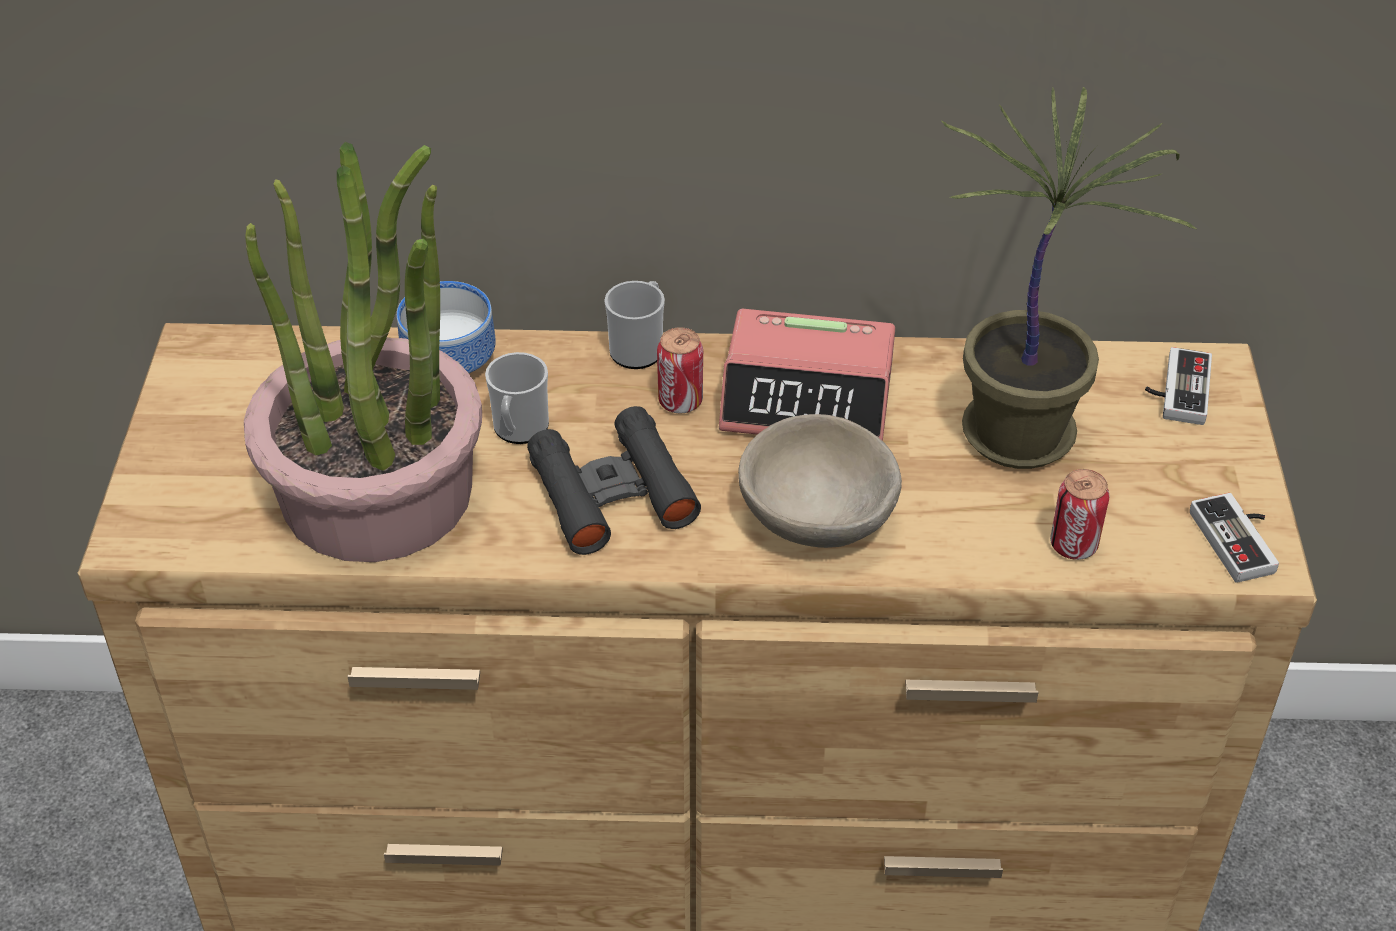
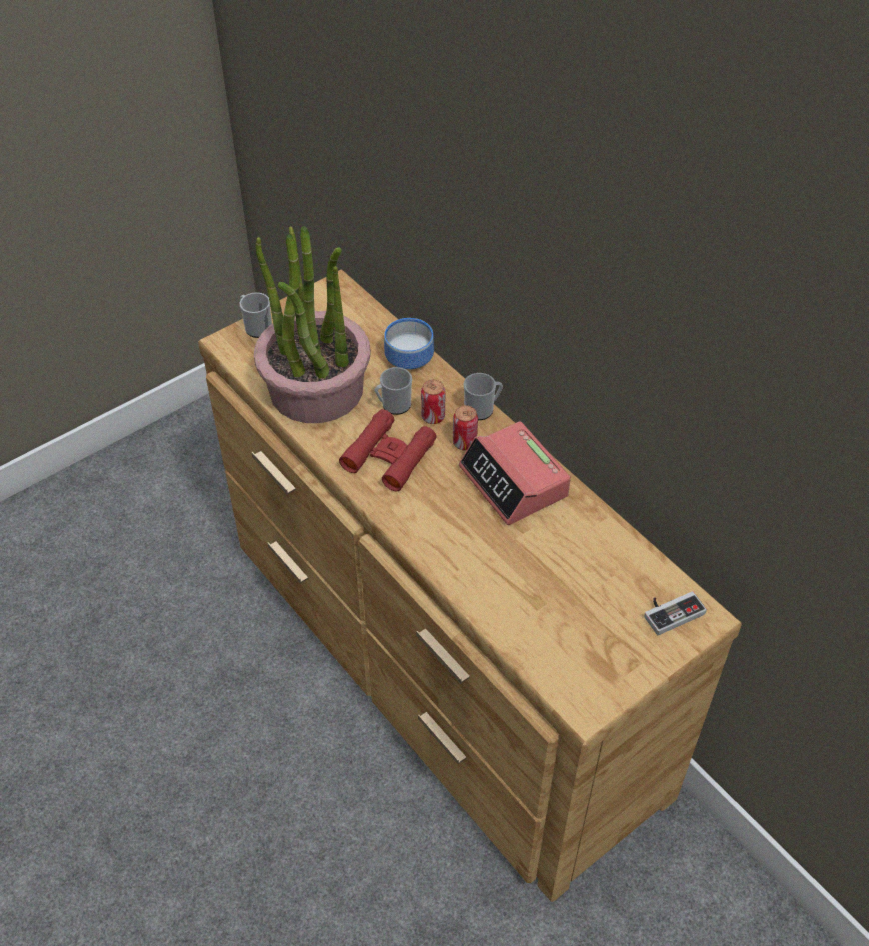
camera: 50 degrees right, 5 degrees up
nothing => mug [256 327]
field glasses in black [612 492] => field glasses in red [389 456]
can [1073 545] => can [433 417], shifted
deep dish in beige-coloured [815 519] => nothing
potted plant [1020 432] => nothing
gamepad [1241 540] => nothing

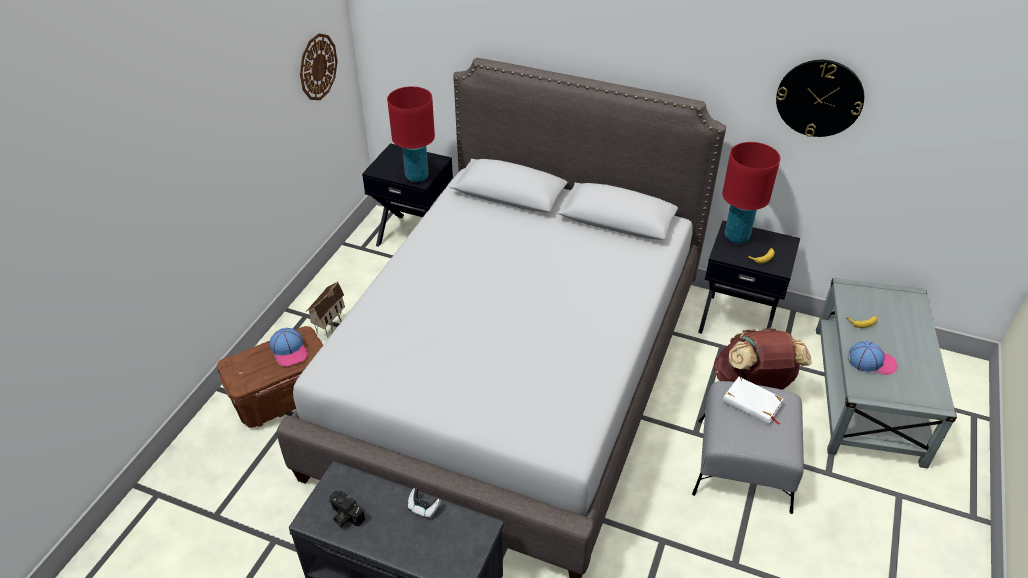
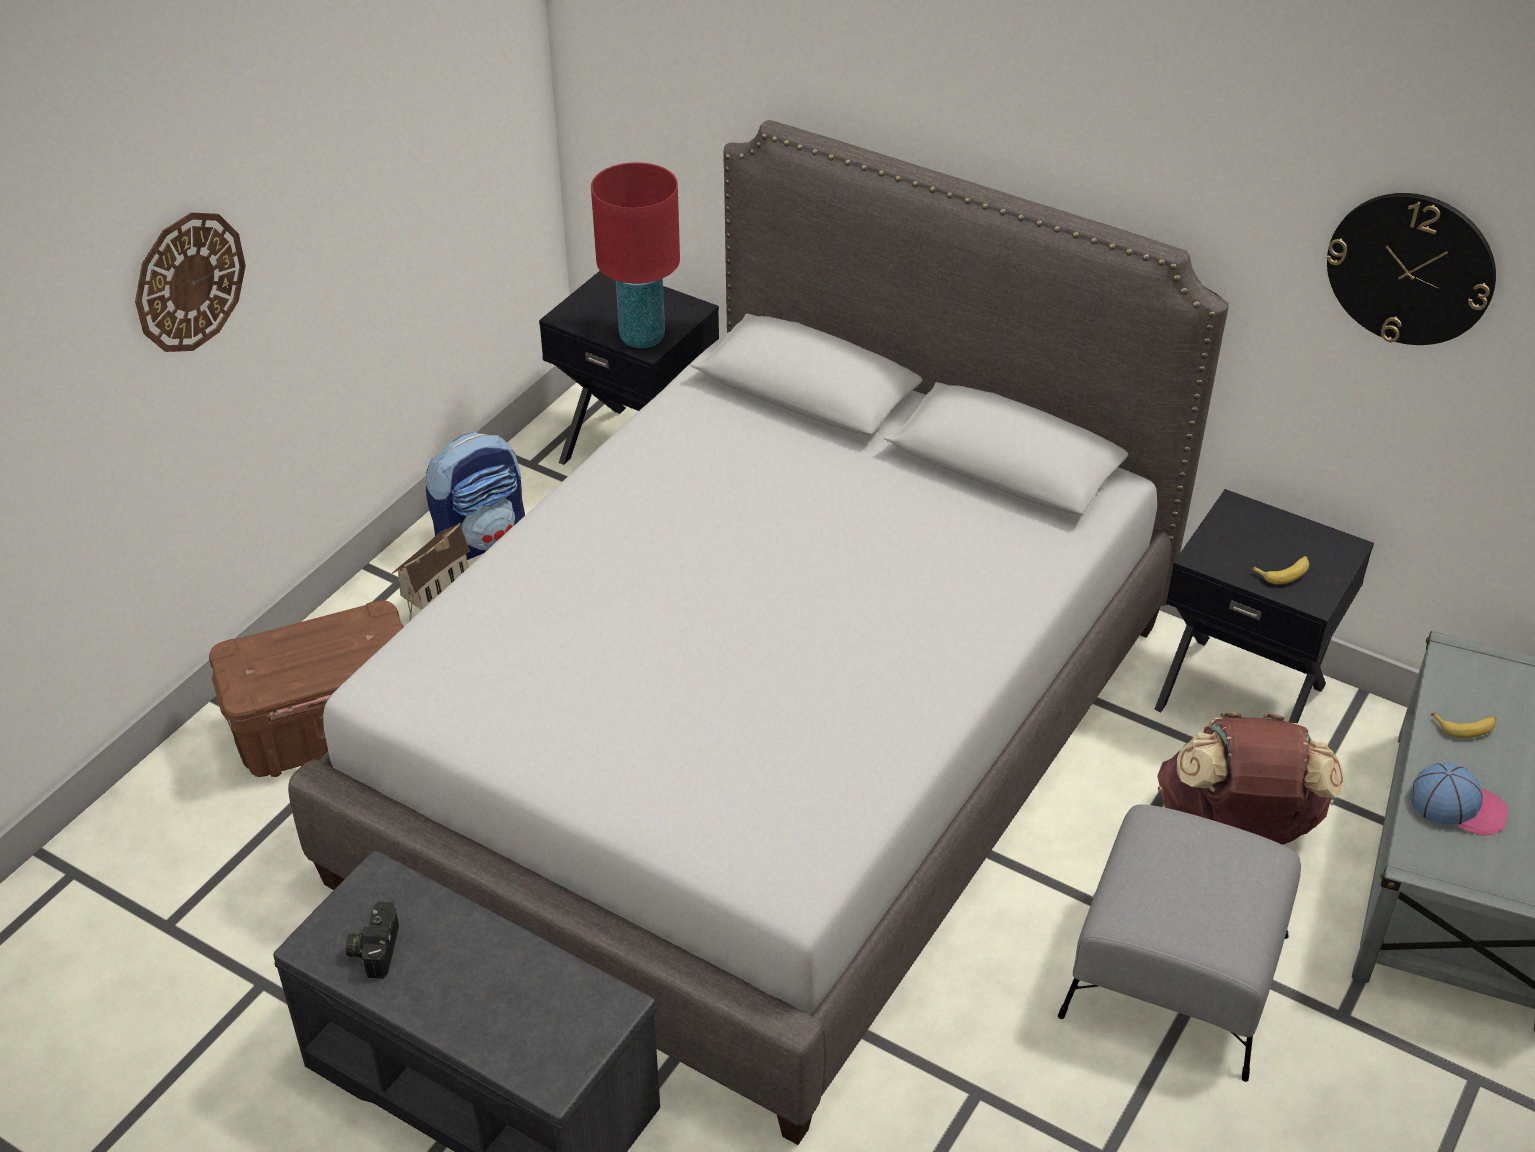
camera: 10 degrees right, 0 degrees up
hanging clock [317 67] => hanging clock [189 281], shifted
photo camera [344 516] => photo camera [374 948], 45 degrees clockwise
nothing => backpack [482 539]
baseball cap [289 350] => nothing
gamepad [423 508] => nothing
table lamp in red [736 237] => nothing
book in whitish [752 403] => nothing

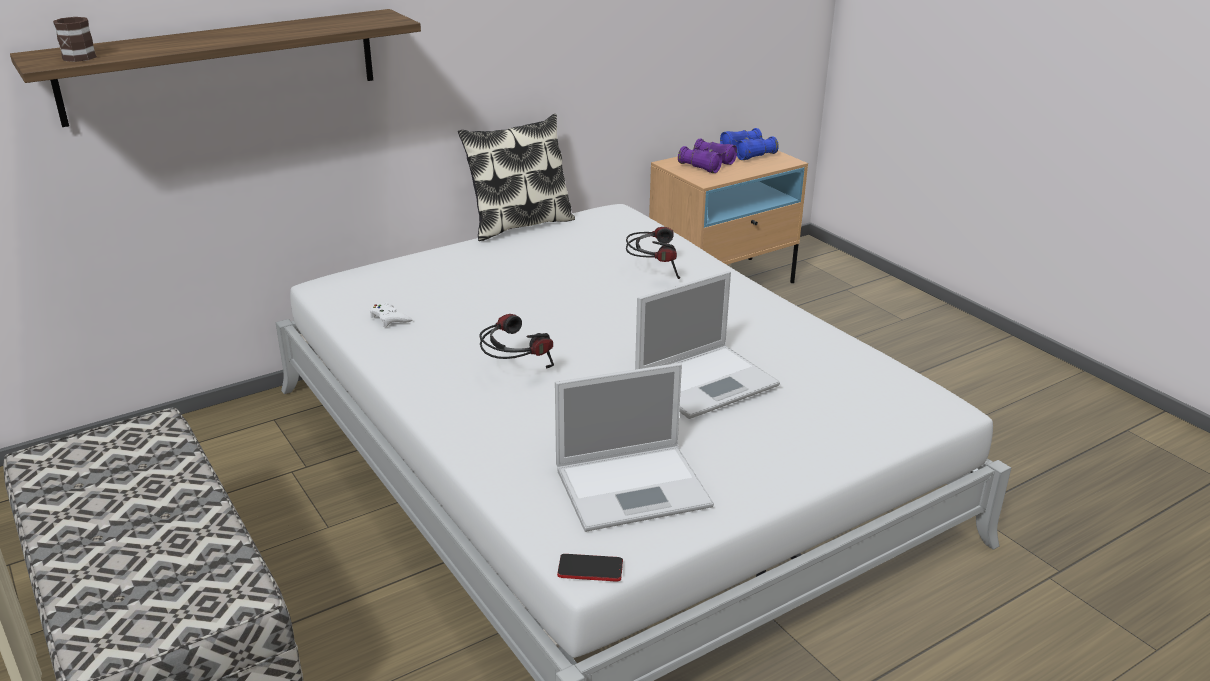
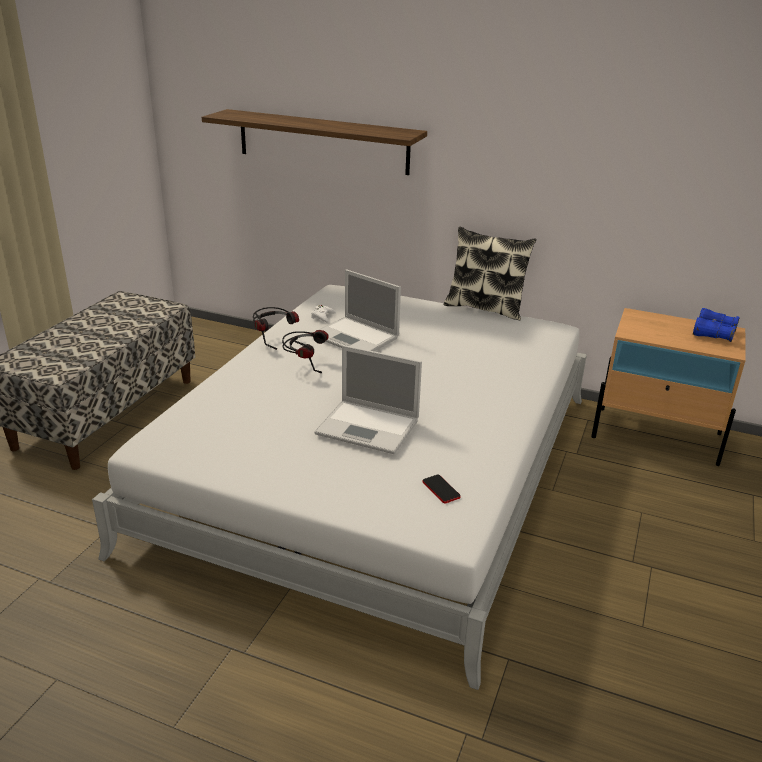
camera: 55 degrees right, 0 degrees up
headset [652 273] => headset [274 340], shifted
portable computer [635 486] => portable computer [356 337], shifted
phone [590 569] => phone [441 489], shifted
mug [75 56] => nothing
field glasses in purple [707 164] => nothing

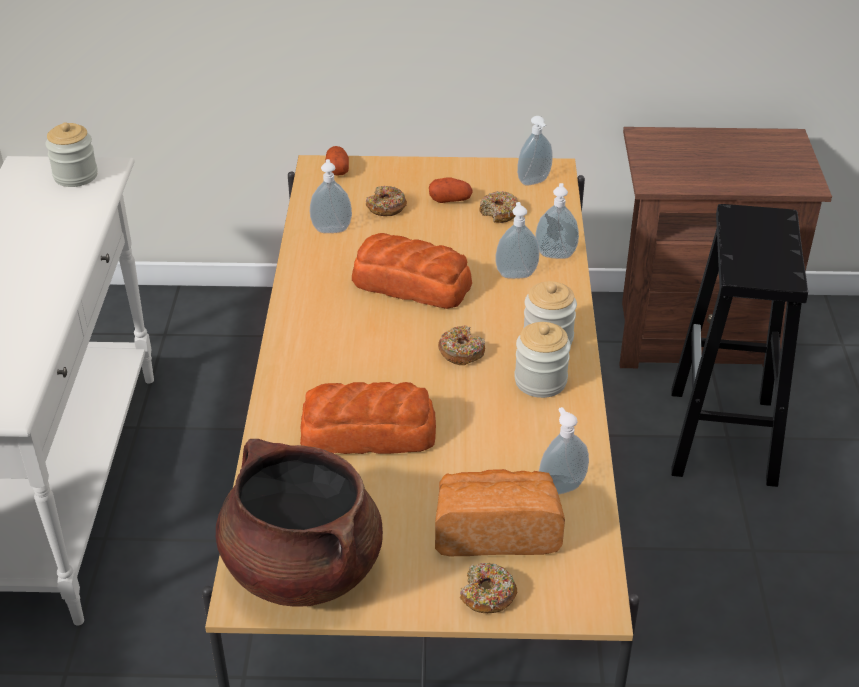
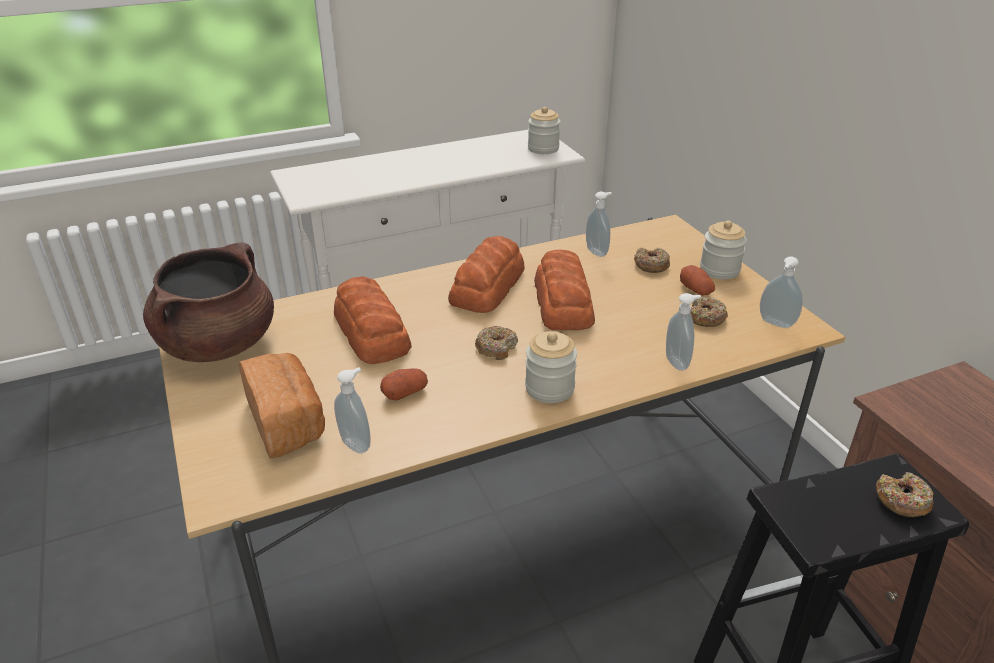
camera: 65 degrees right, 5 degrees down
whole potato [337 169] => whole potato [405 393], shifted
nothing => bread [488 286]
preserve jar [540 381] => preserve jar [719 270], shifted
donut [487 595] => donut [902 501], shifted
liquid soap bottle [516 274] => nothing

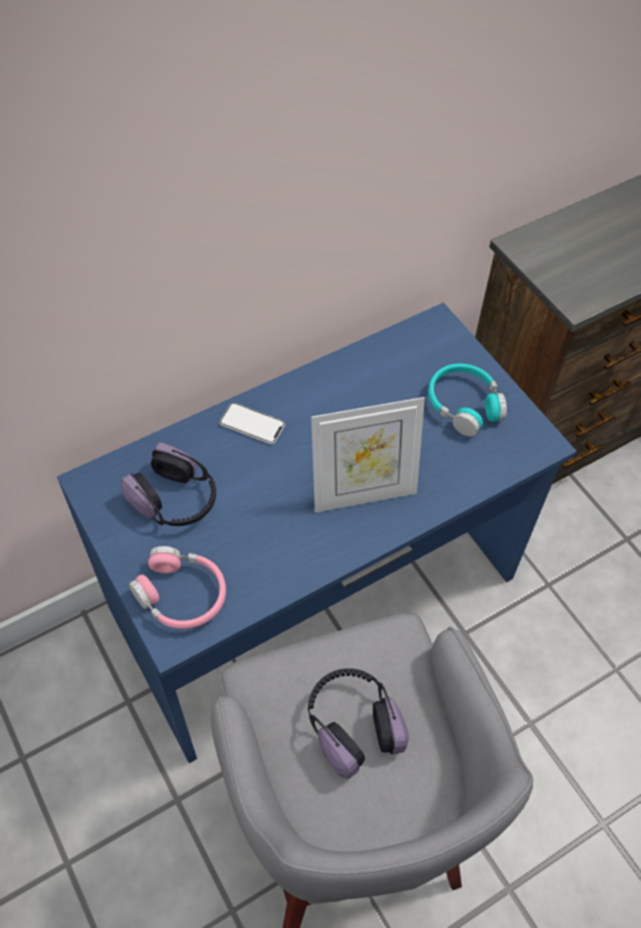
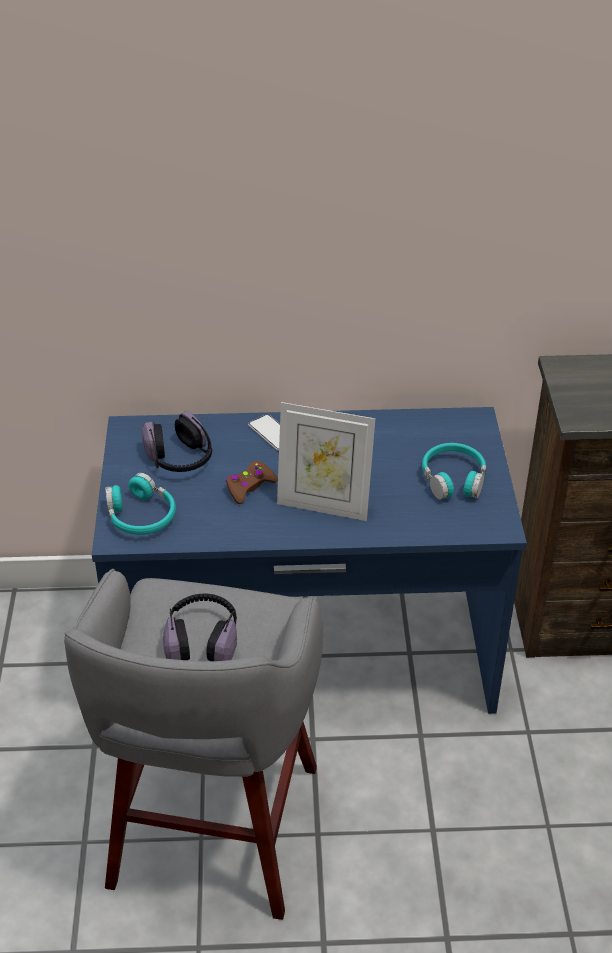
camera: 30 degrees right, 15 degrees down
headset in pinkish [181 595] => headset in blue-green [140 516]
nothing => gamepad in brown-coloured [249 487]

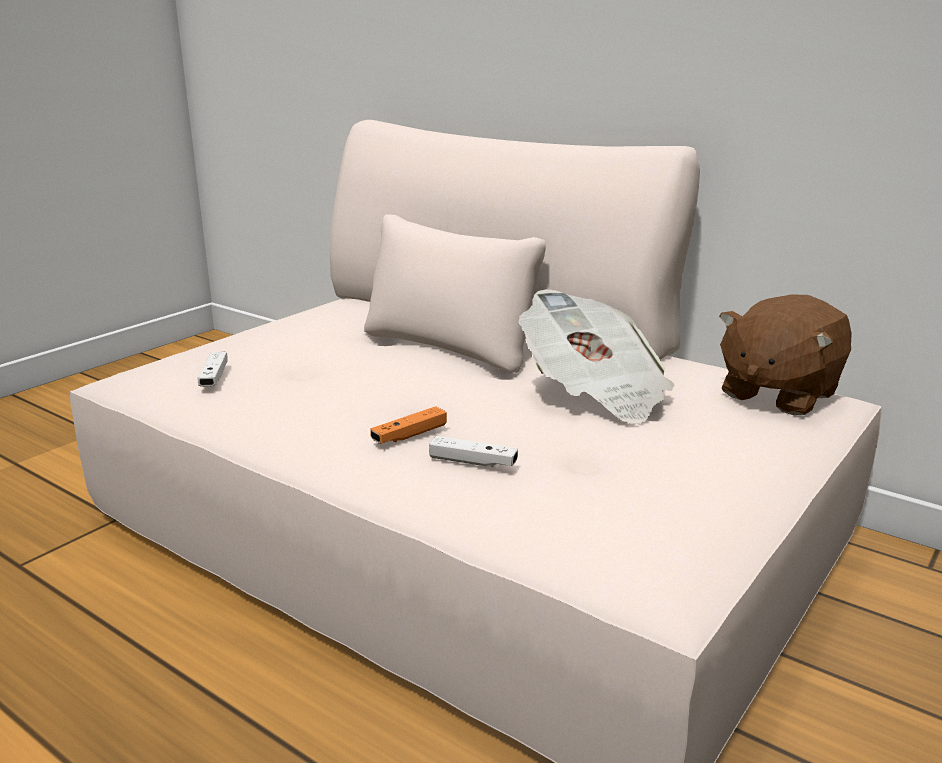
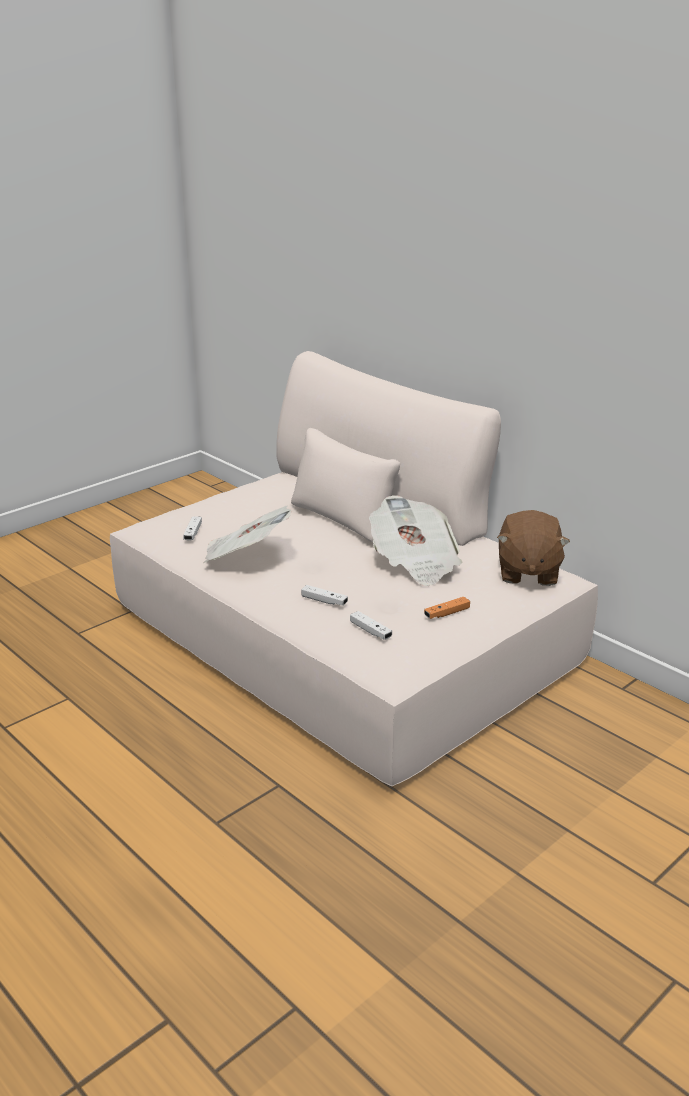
camera: 10 degrees right, 5 degrees up
nothing => daily paper [245 556]
nothing => gamepad in whitish [370 631]
gamepad in orange [409 435] => gamepad in orange [447 613], shifted
soft toy in brown-coloured [777 393] => soft toy in brown-coloured [527 572], 45 degrees counterclockwise

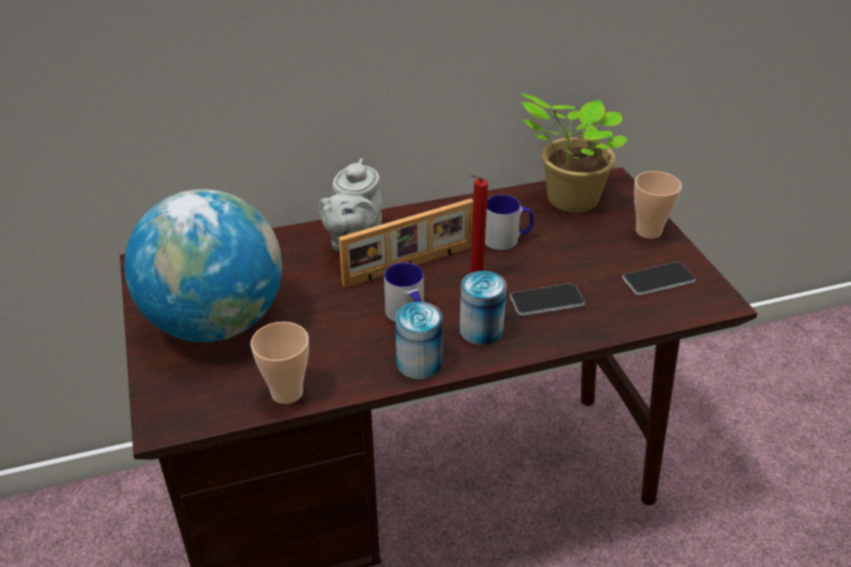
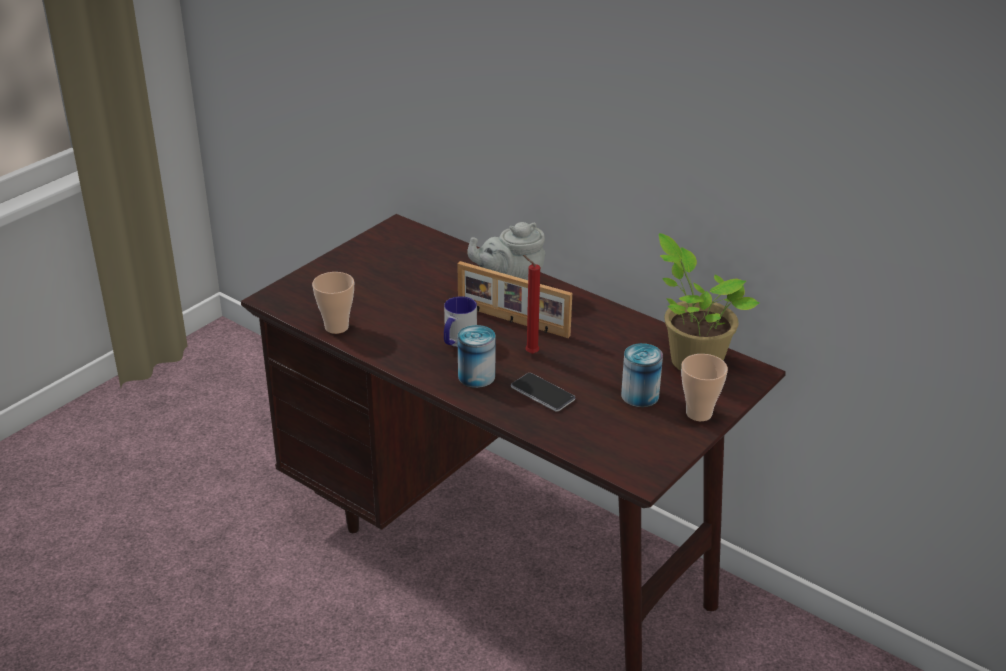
camera: 55 degrees right, 5 degrees down
can [419 362] => can [640 395], shifted
globe [216 322] => nothing
mug [507 239] => nothing
phone [658 280] => nothing

